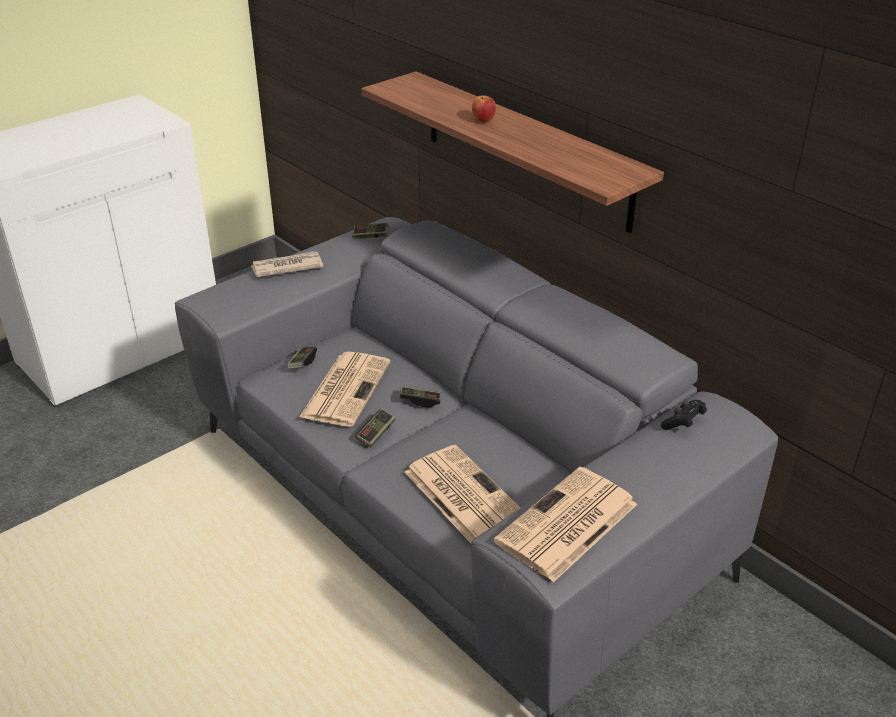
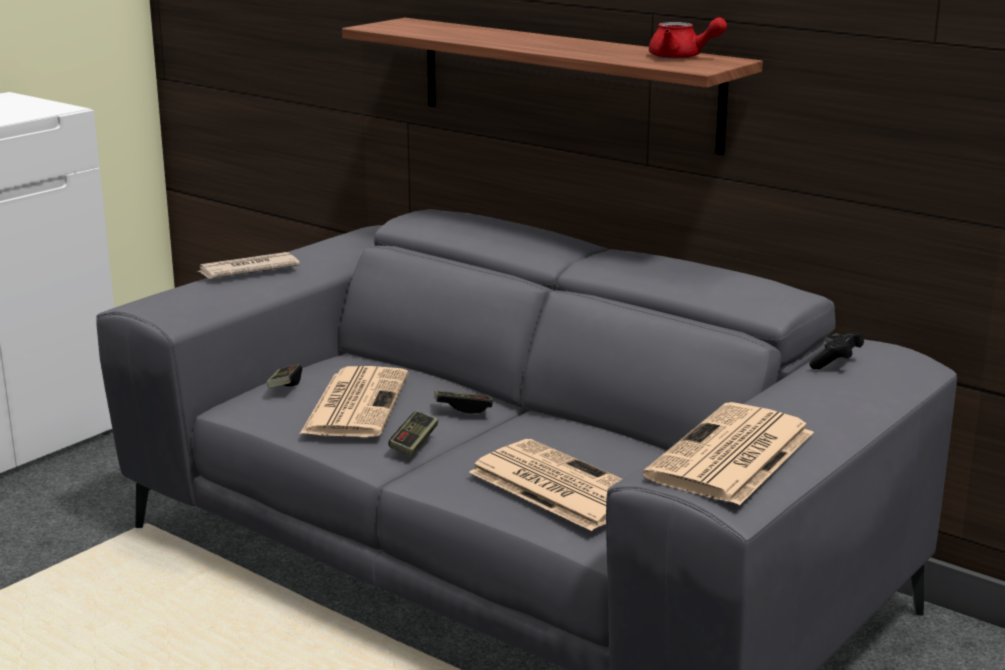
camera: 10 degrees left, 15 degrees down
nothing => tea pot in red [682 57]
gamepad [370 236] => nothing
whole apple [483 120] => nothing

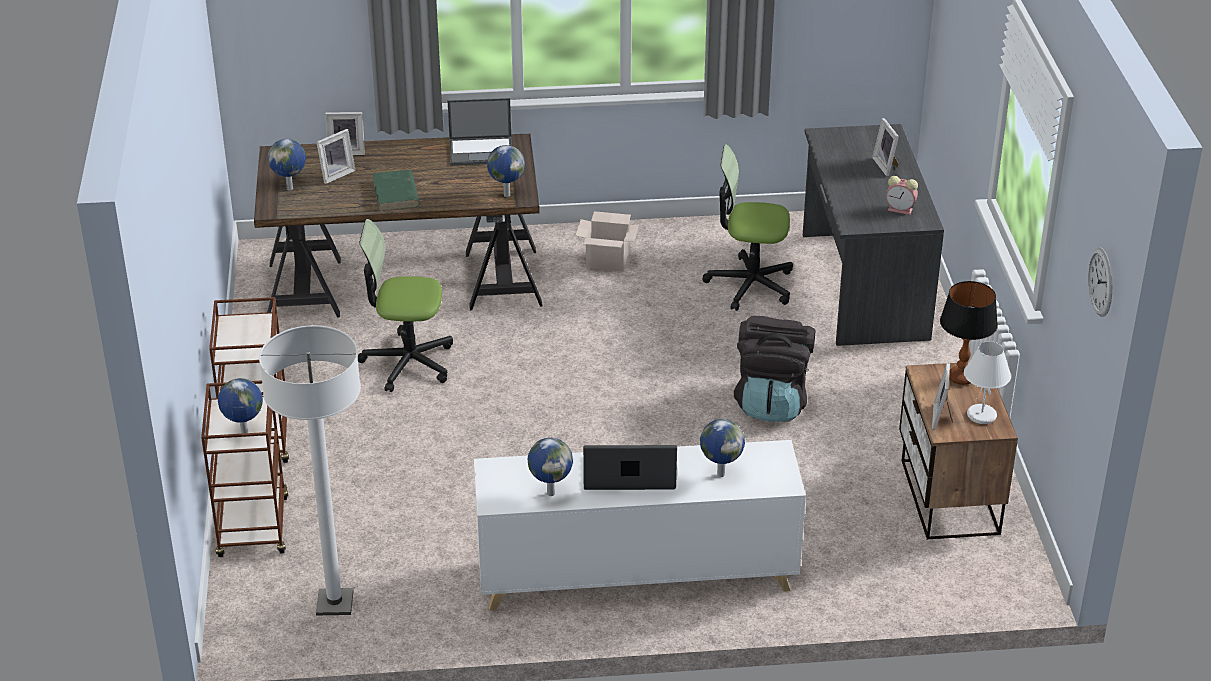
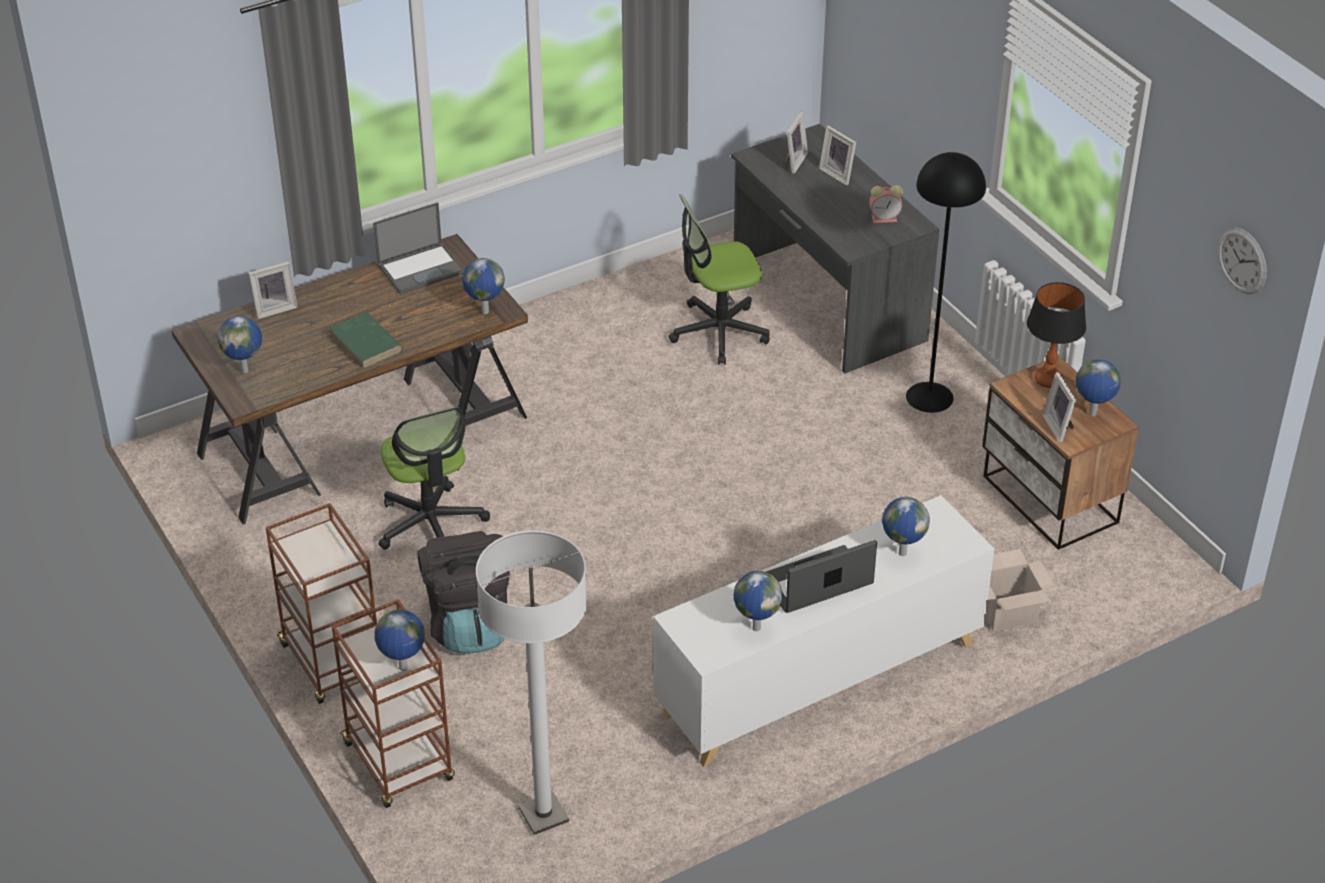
camera: 25 degrees left, 5 degrees up
office chair [408 362] => office chair [431 524], 90 degrees counterclockwise
backpack in black [772 402] => backpack in black [469 624], shifted
standing frame [335 174] => standing frame [792 161], shifted
nothing => floor lamp in black [930 396]
cardboard box [608 260] => cardboard box [1008 612], shifted
table lamp in whitish [981 416] => globe [1092 414]

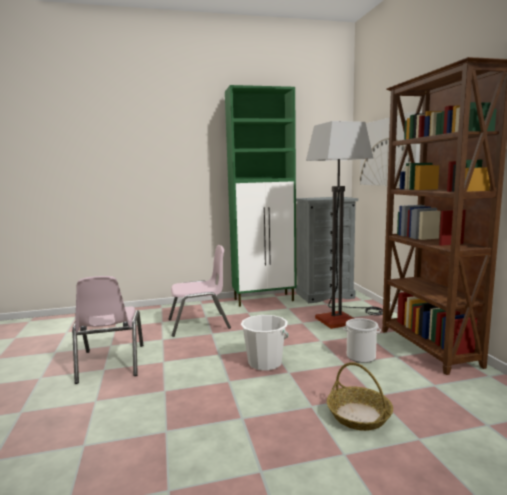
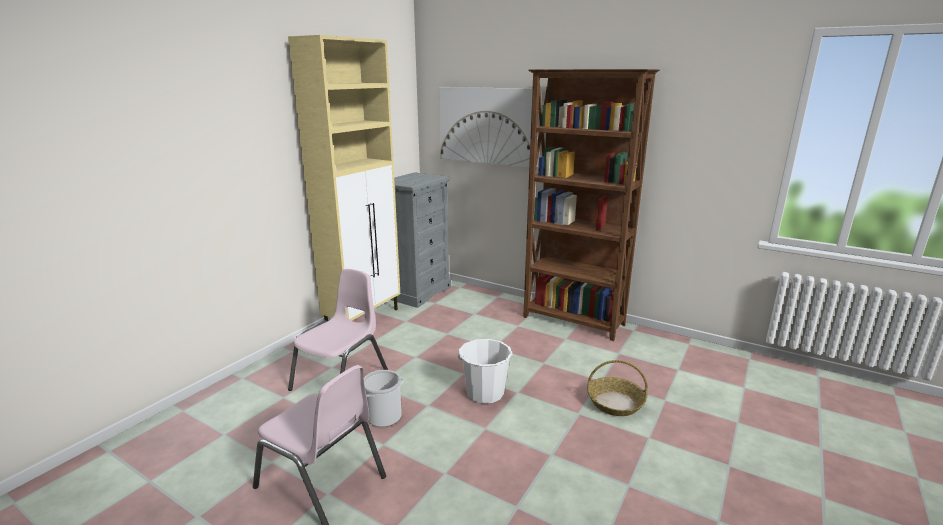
camera: 45 degrees left, 10 degrees up
cupboard in green [264 300] => cupboard in beige-coloured [364 319]
bucket [361 356] => bucket [384 416], shifted
floor lamp [343 318] => nothing

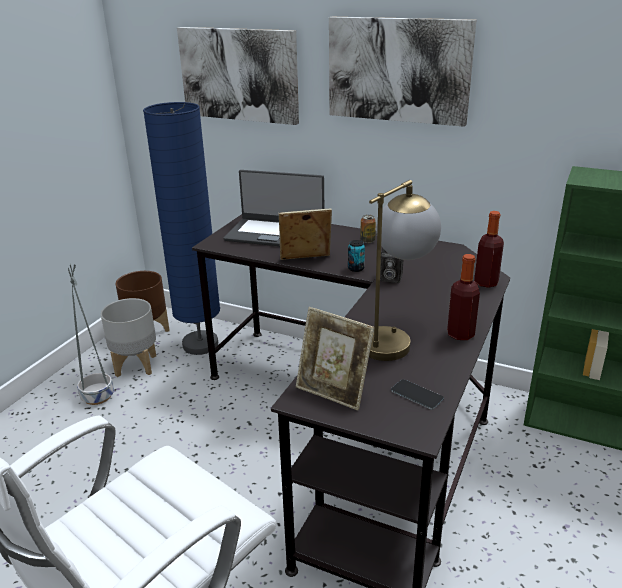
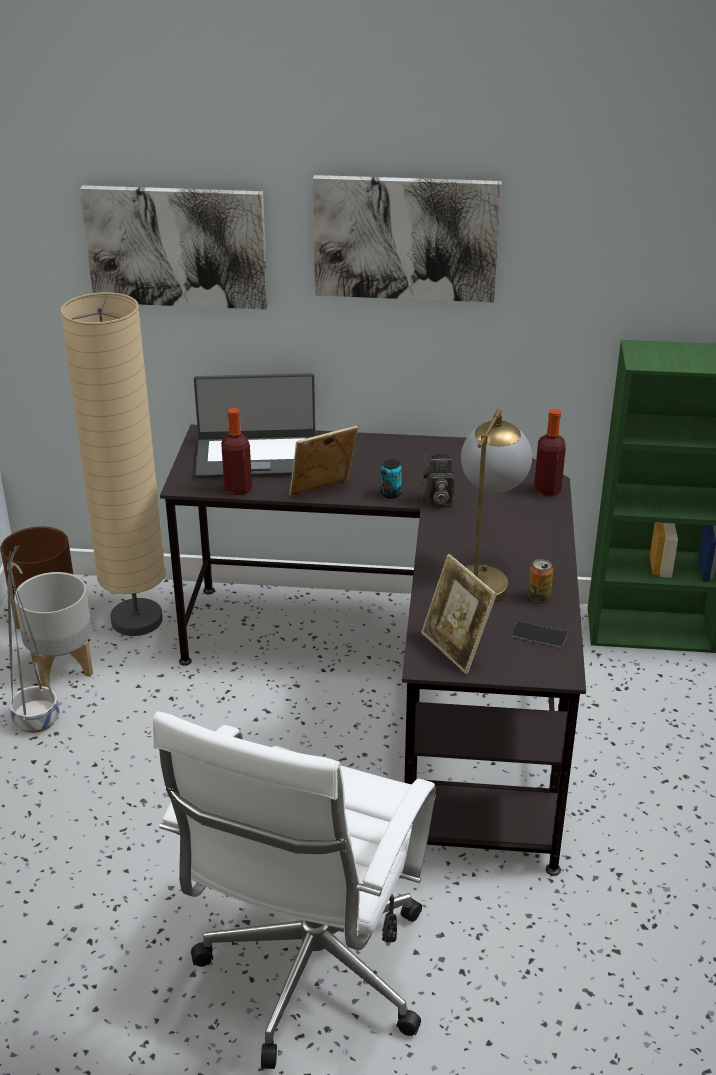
camera: 20 degrees left, 5 degrees up
floor lamp in blue-coloured [200 345] => floor lamp in beige-coloured [136 620]
bottle [460 334] => bottle [238 488], shifted
standing frame [333 391] => standing frame [455 649], 45 degrees clockwise
can [367 241] => can [539 596], shifted

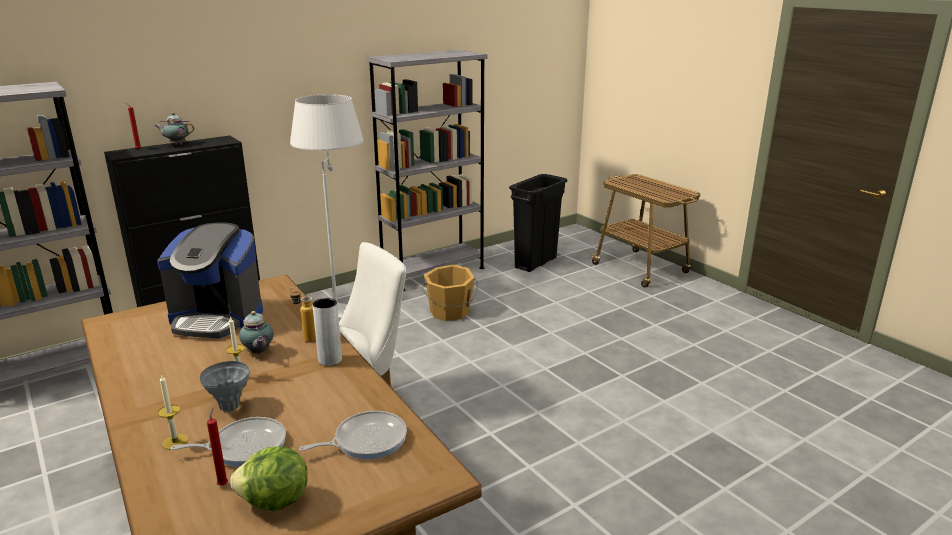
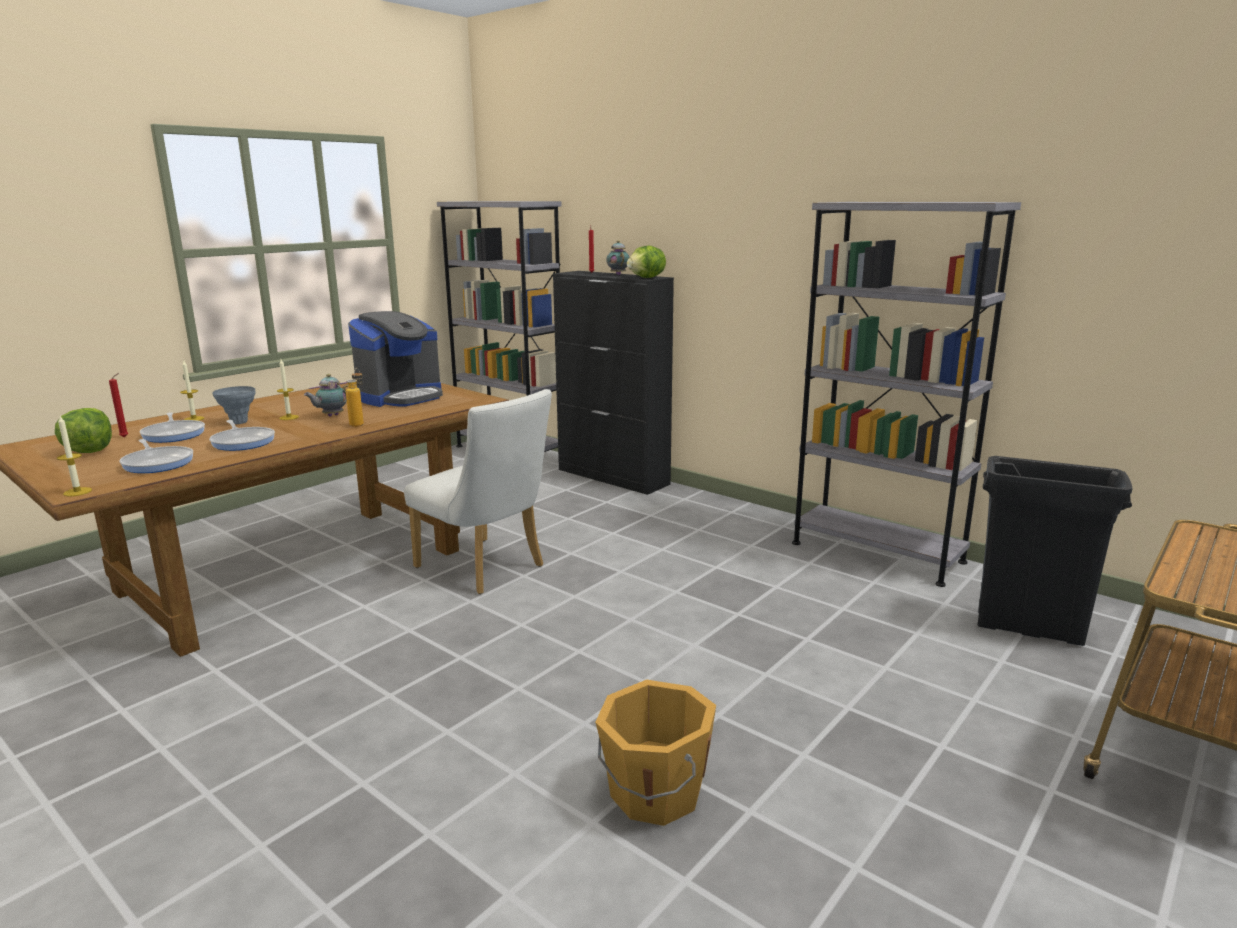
camera: 75 degrees right, 5 degrees down
nothing => wax candle [77 492]
nothing => pan [243 442]
coffee brewer [217 318] => coffee brewer [401 397], 135 degrees counterclockwise
bucket in orange [449 312] => bucket in orange [654 793], shifted
nothing => head of lettuce [647 278]
floor lamp in whitish [341 306] => nothing
vase in gray [330 360] => nothing

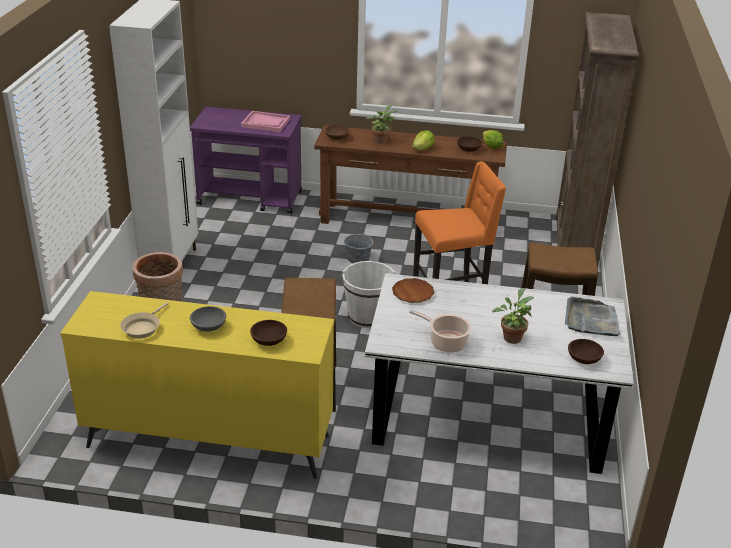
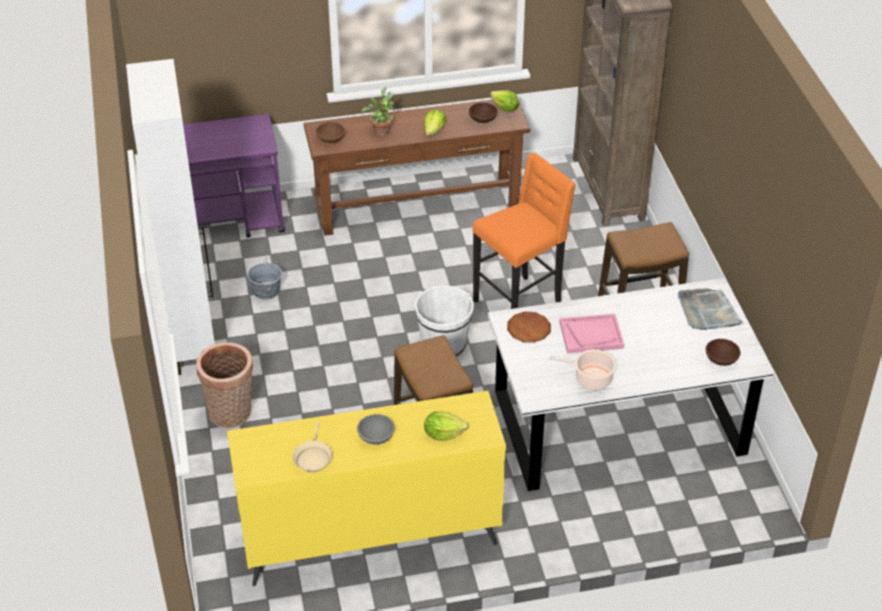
camera: 20 degrees left, 10 degrees up
bucket in gray [358 258] => bucket in gray [266 290], shifted
deep dish in brown-coloured [268 340] => head of lettuce [443 434]
tray in pinkish [266 123] => tray in pinkish [591 335], shifted
potted plant [511 337] => nothing

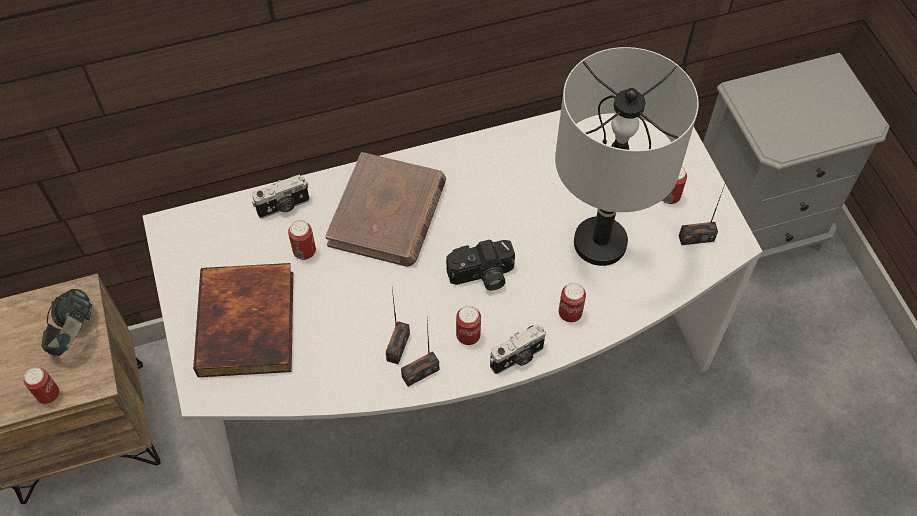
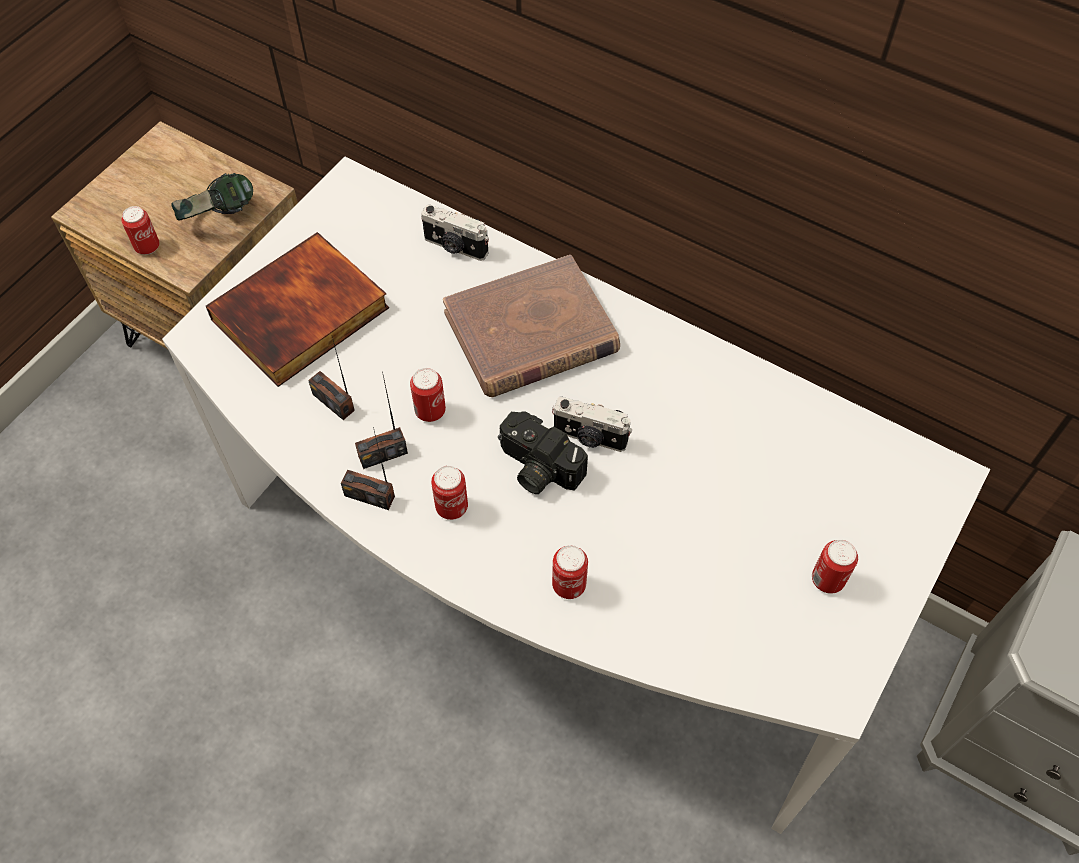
camera: 50 degrees right, 0 degrees up
radio receiver [696 238] => radio receiver [333 402], shifted
can [304 251] => can [430 411], shifted
photo camera [518 358] => photo camera [589 438], shifted
table lamp in gray [599 243] => nothing

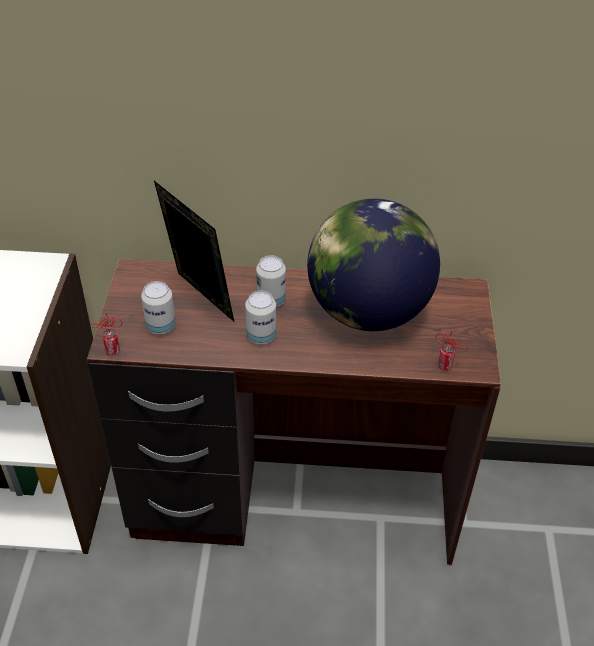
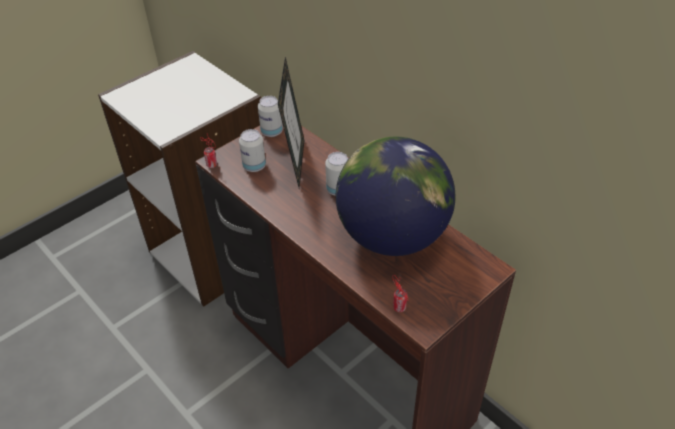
camera: 45 degrees right, 0 degrees up
can [261 336] => can [271 132], shifted

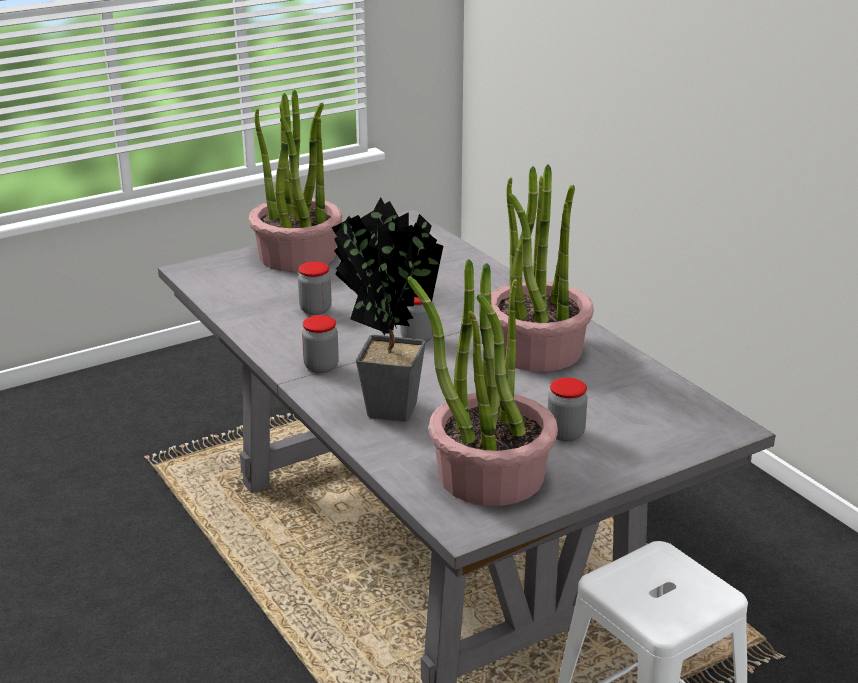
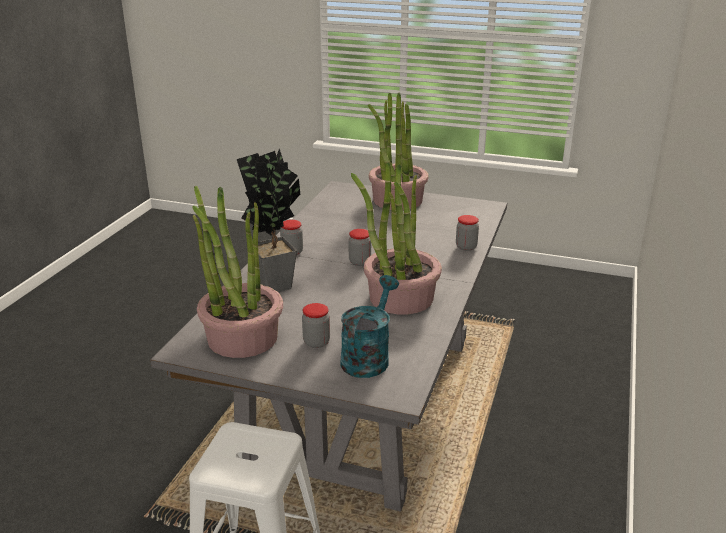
camera: 50 degrees right, 0 degrees up
nothing => watering can in blue-green [368 356]
preserve jar [315 309] => preserve jar [466 247], shifted

